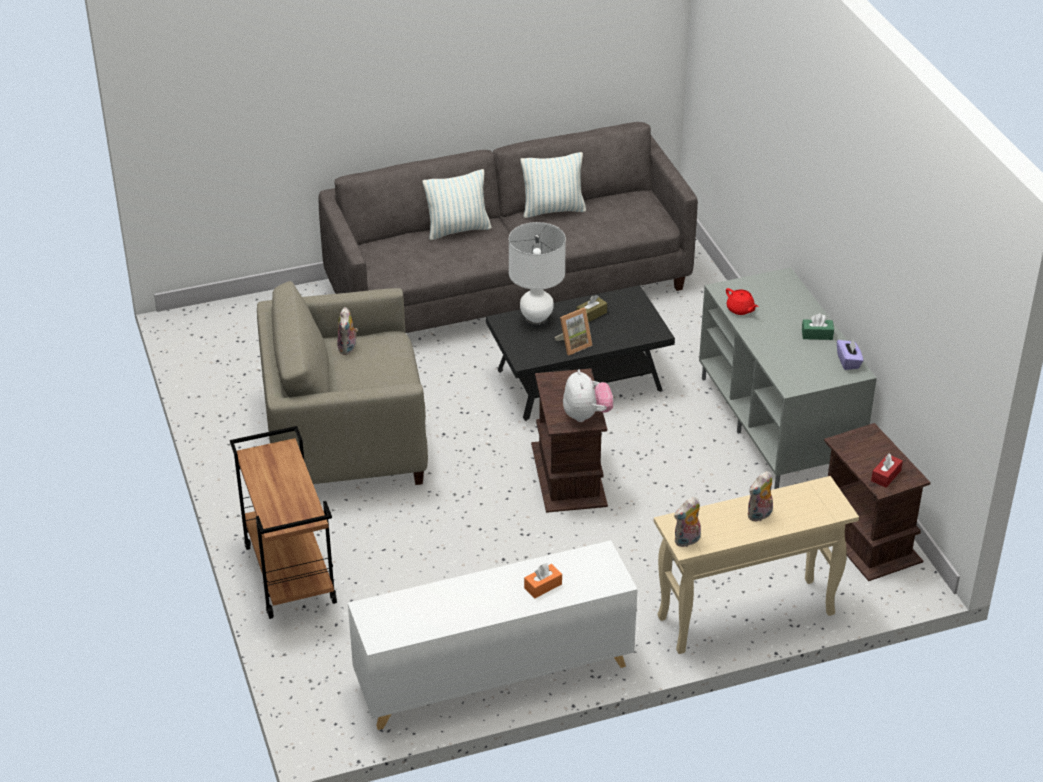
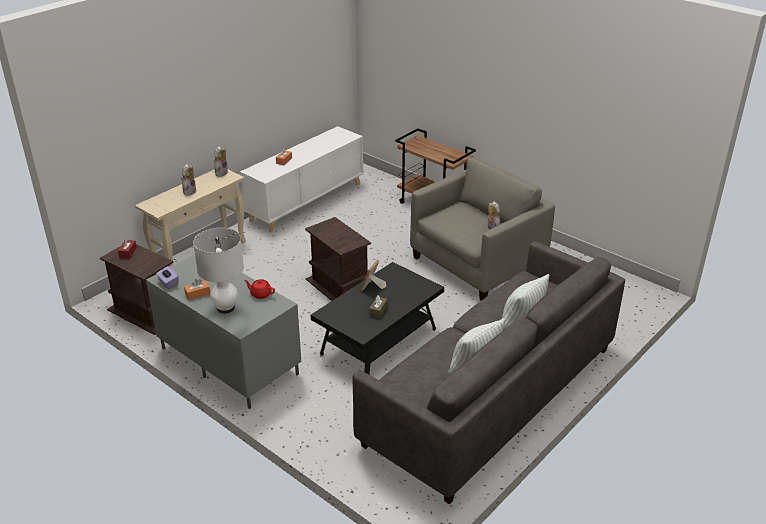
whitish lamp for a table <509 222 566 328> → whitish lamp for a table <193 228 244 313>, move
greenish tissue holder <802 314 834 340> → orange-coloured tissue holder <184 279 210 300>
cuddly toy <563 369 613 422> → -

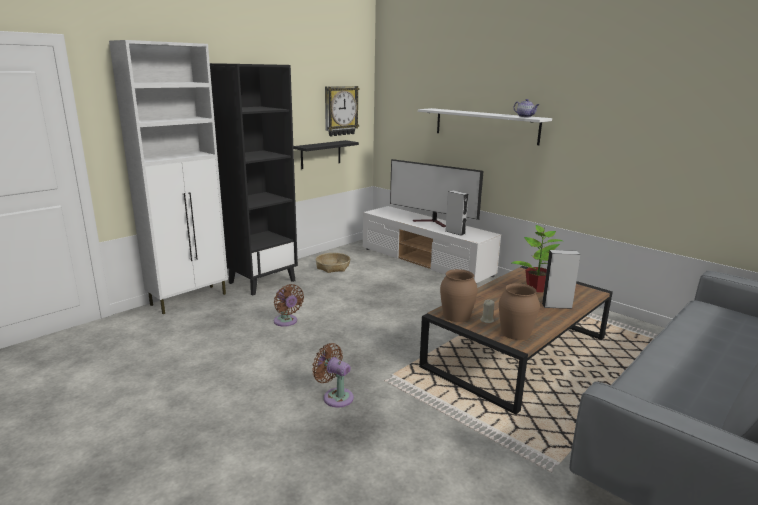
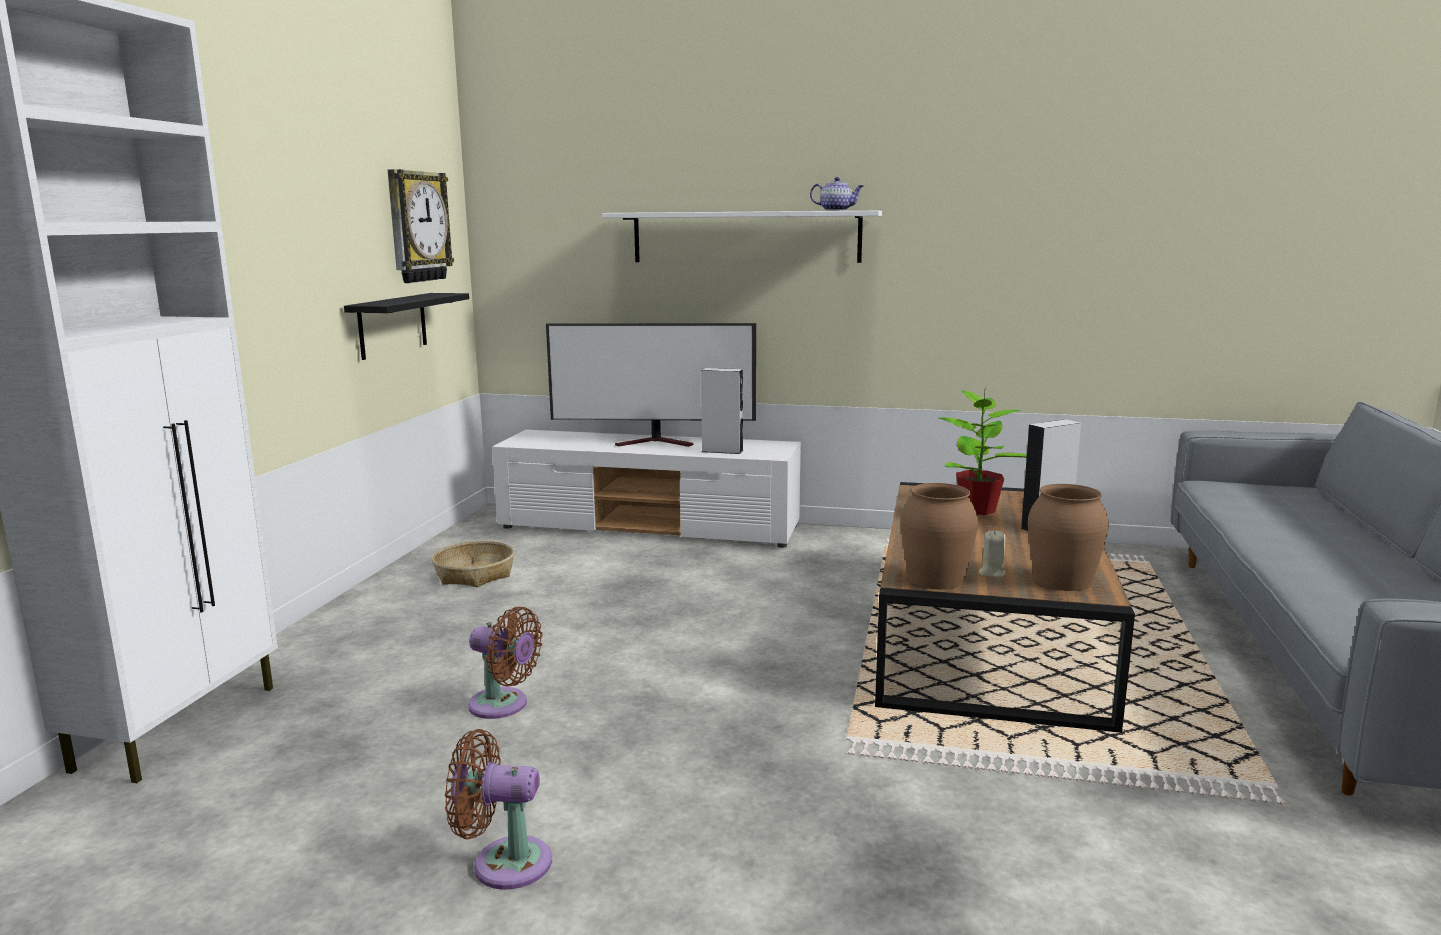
black shelving unit <210 63 298 295> → -
brown-coloured electric fan <312 343 354 408> → brown-coloured electric fan <445 729 552 890>, move

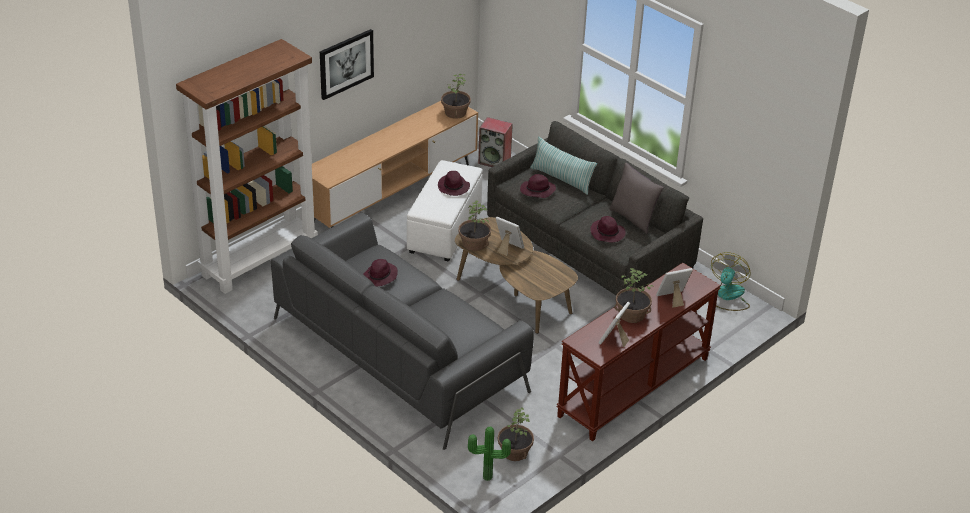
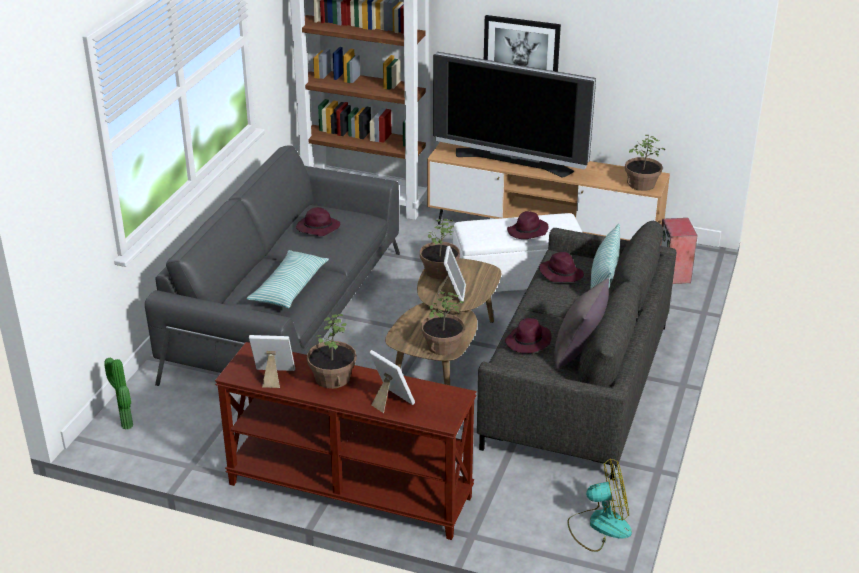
plant in a pot <498 408 534 461> → plant in a pot <421 292 465 355>, move
- → television <433 52 596 178>
- → throw pillow <246 250 329 308>

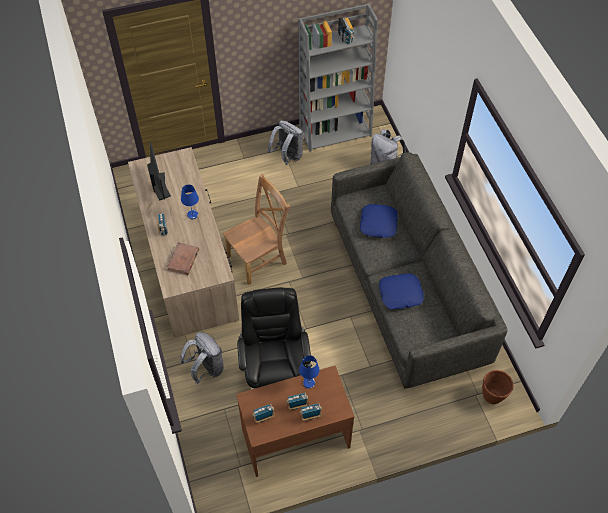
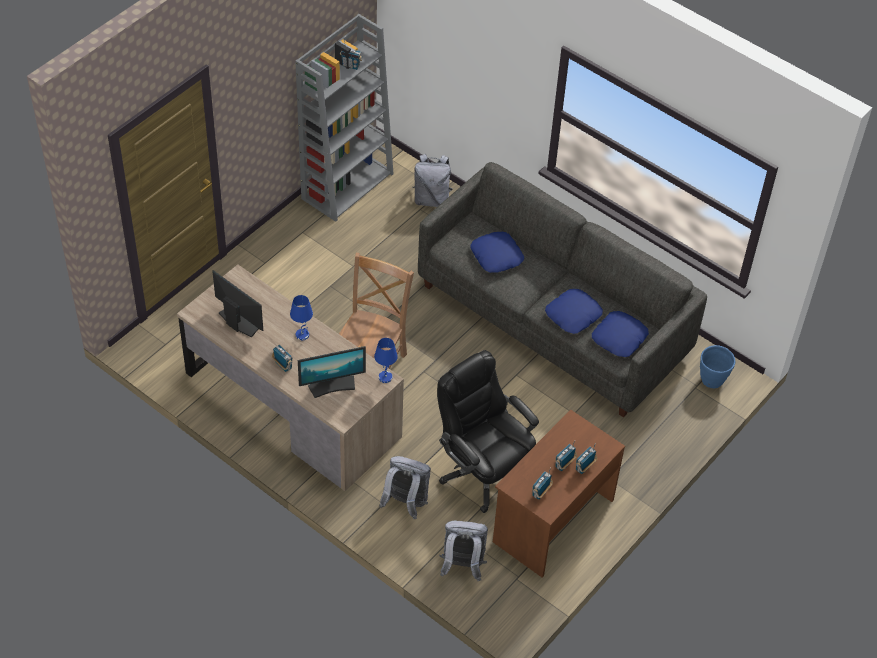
grey backpack <267 120 303 165> → grey backpack <439 520 488 581>, move
brown-coloured volume <167 242 199 275> → computer display <298 346 366 398>
bluish lamp for a table <299 355 320 388> → bluish lamp for a table <374 338 398 383>, move
brown-coloured planter <482 370 514 404> → bluish planter <700 345 735 388>
- → bluish throw pillow <592 311 649 357>

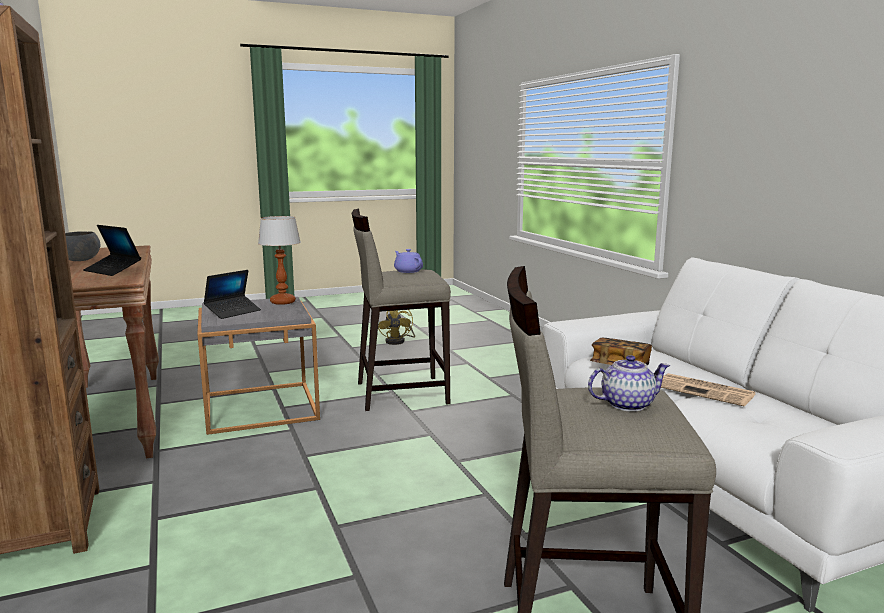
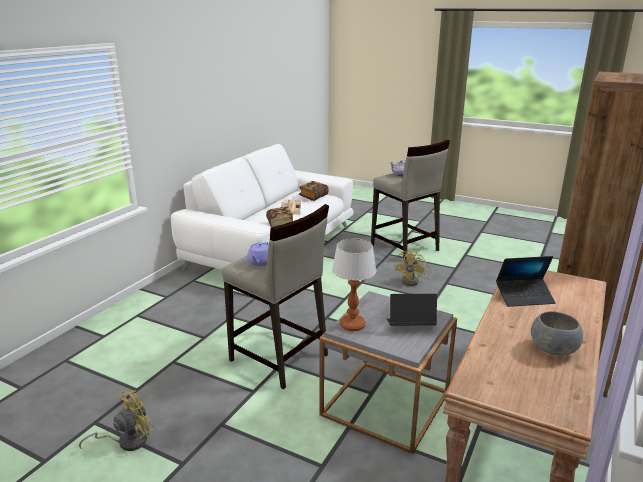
laptop <83 225 141 276> → laptop <496 256 556 307>, 90 degrees clockwise
- → volume <299 181 329 201>
- → yellow electric fan <395 249 431 286>

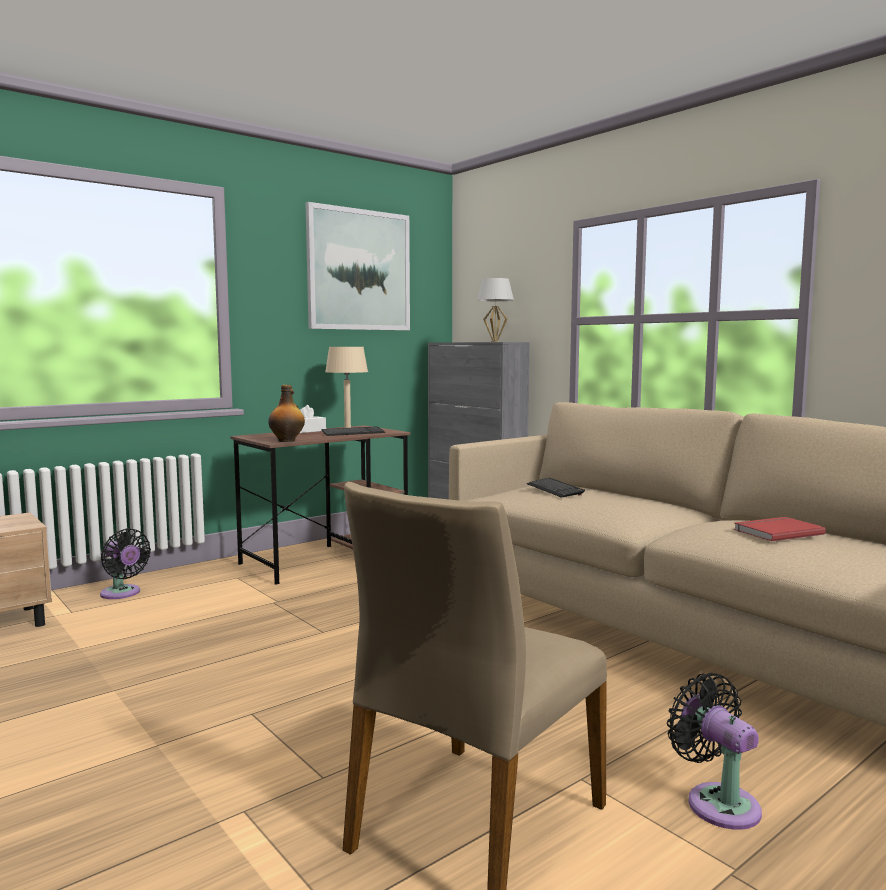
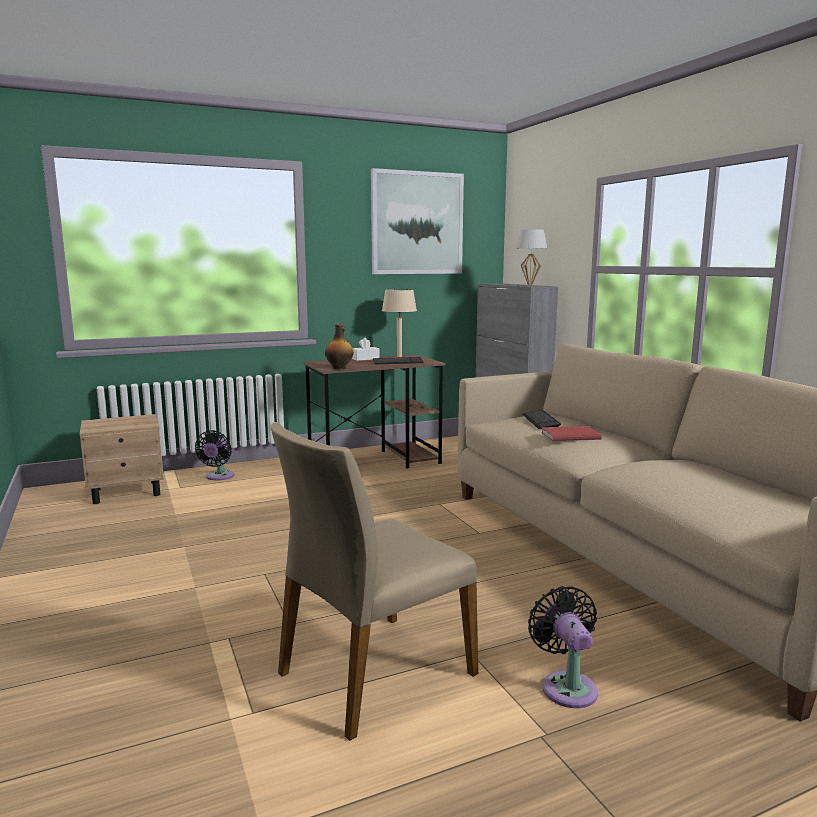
reddish volume <734 517 826 542> → reddish volume <541 426 602 441>, move
black electric fan <100 528 151 599> → black electric fan <195 430 234 480>, 45 degrees clockwise

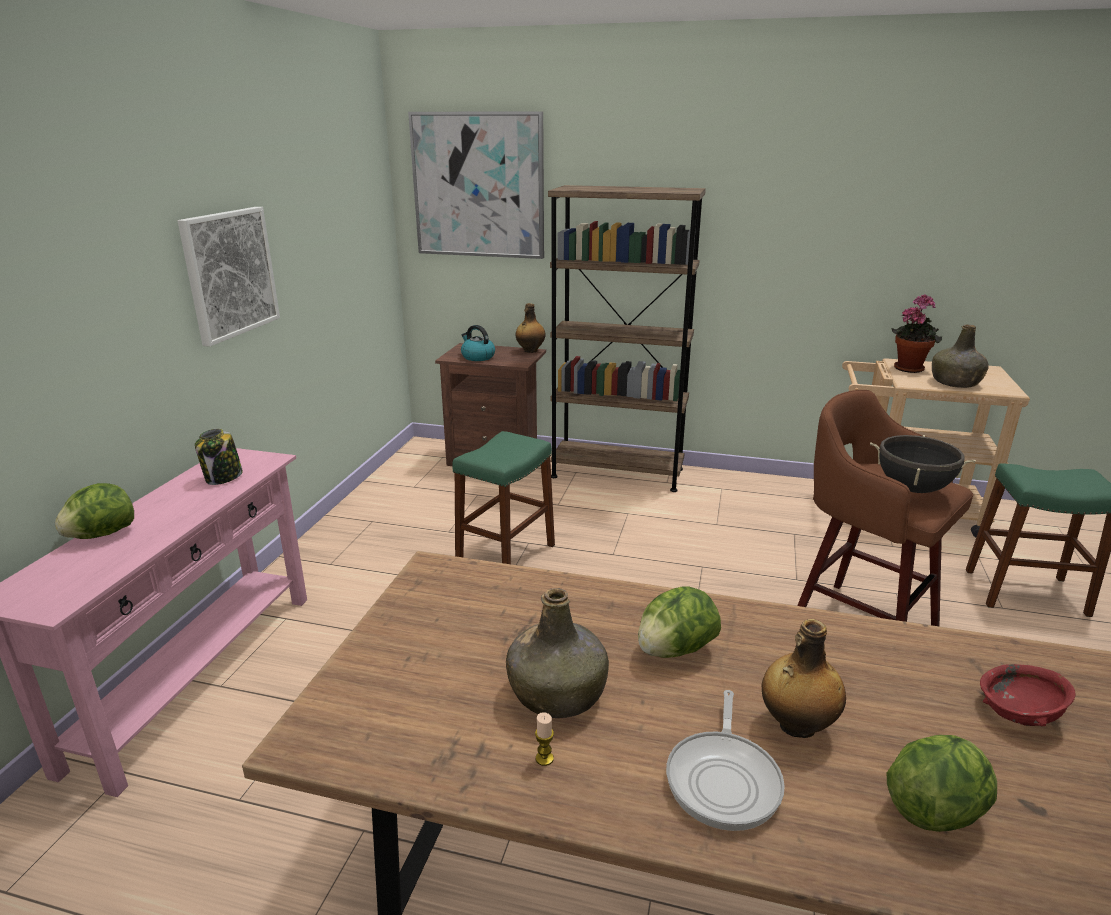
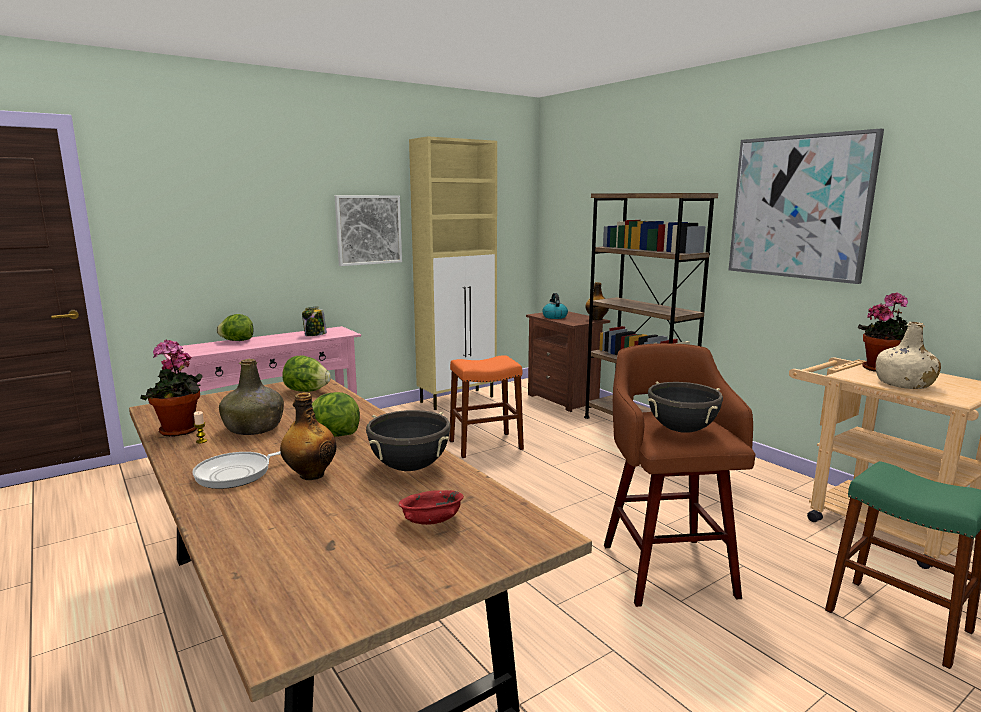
wall picture <408 111 544 259> → wall picture <729 129 884 284>, move
greenish bottle <932 325 989 388> → sand-coloured bottle <876 322 941 389>
greenish stool seat <452 431 555 564> → orange-coloured stool seat <449 355 524 458>
lettuce head <887 735 997 832> → lettuce head <283 356 331 392>, move
- → sand-coloured cupboard <409 136 497 410>
- → plant in a pot <141 340 203 437>
- → black saucepot <366 410 451 471>

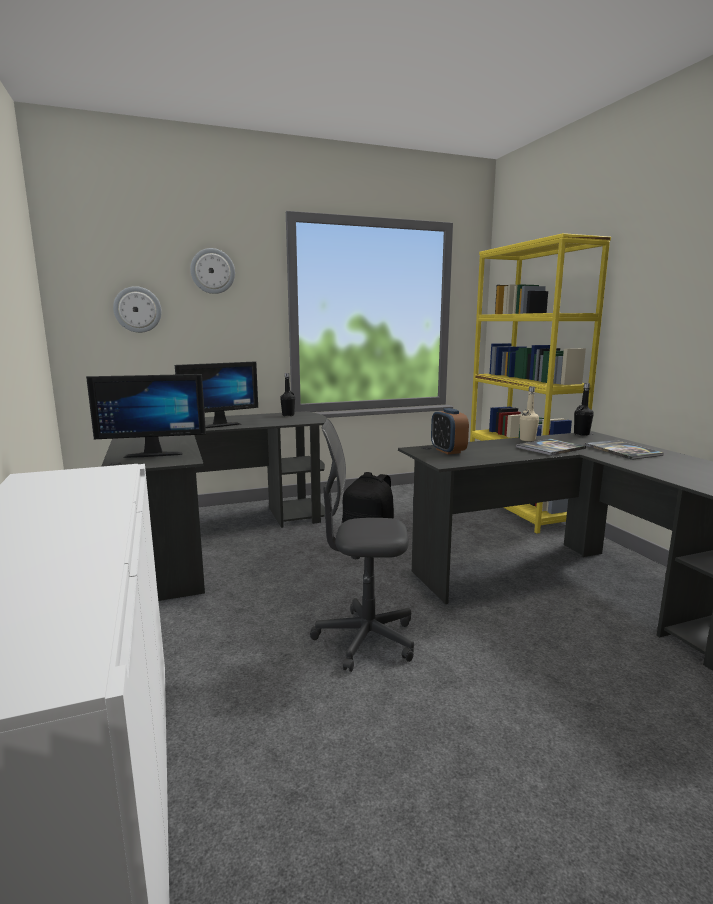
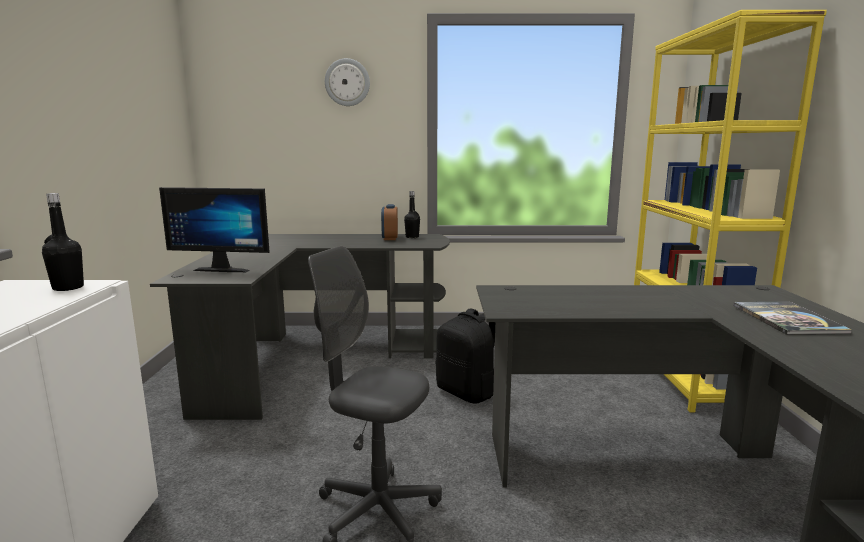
wall clock <113 286 162 333> → -
computer display <175 361 258 428> → -
black bottle <574 383 594 436> → black bottle <42 193 84 291>, move
sand-coloured bottle <520 387 539 441> → -
alarm clock <431 408 469 455> → alarm clock <381 204 398 240>, move
volume <516 439 586 456> → -

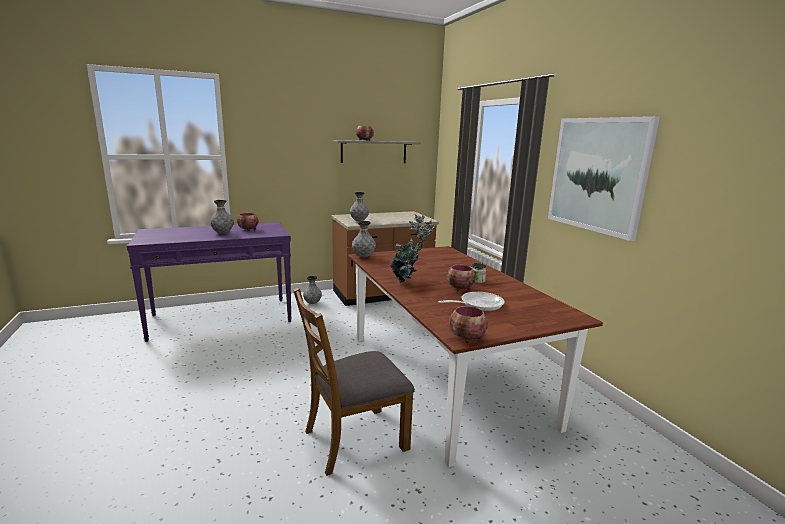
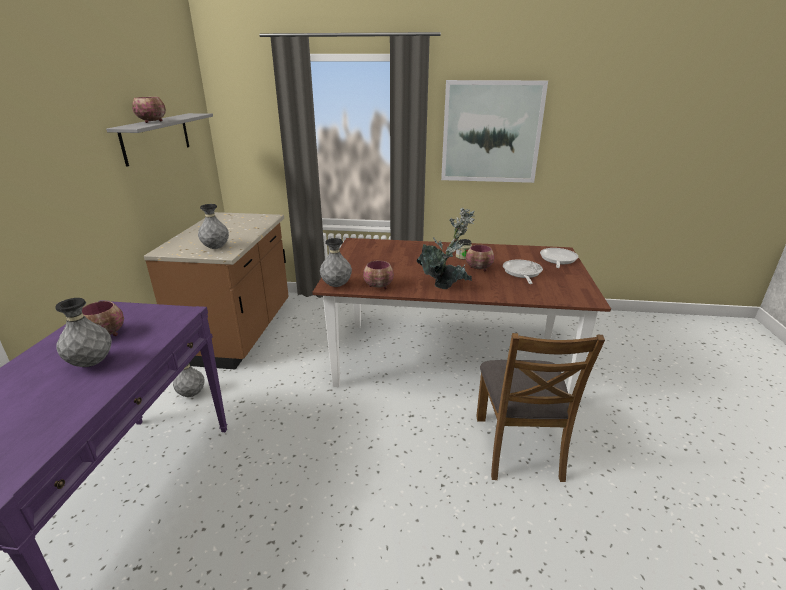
deep dish <449 306 488 343> → deep dish <363 260 394 289>, move
- → skillet <540 248 578 268>

